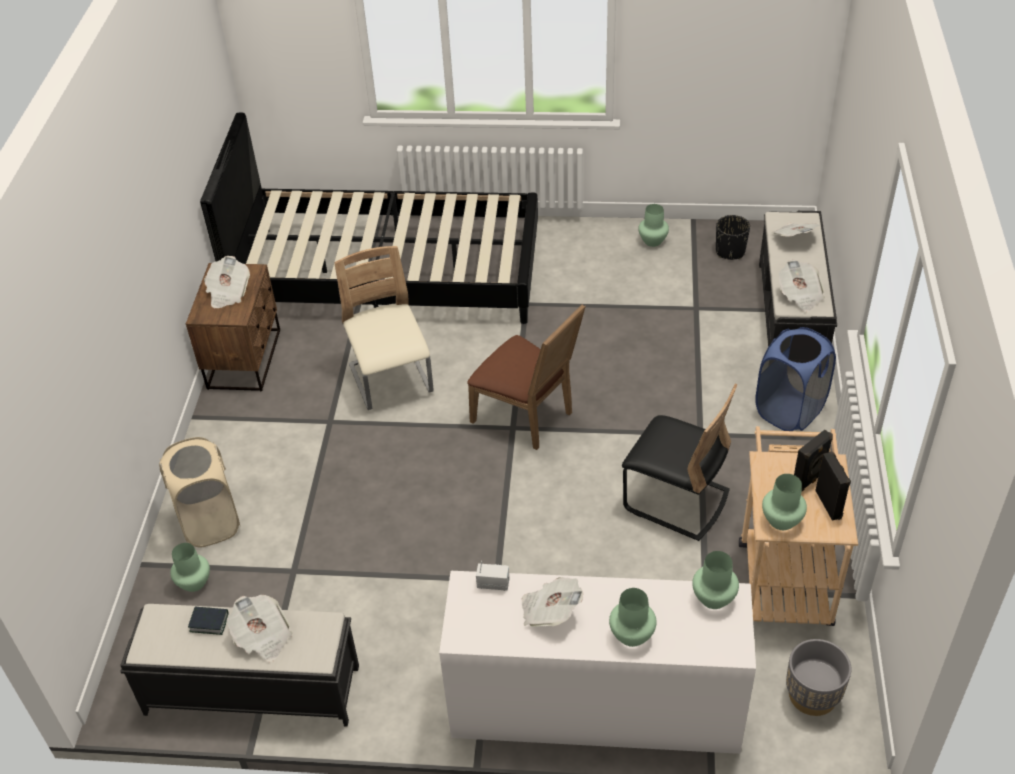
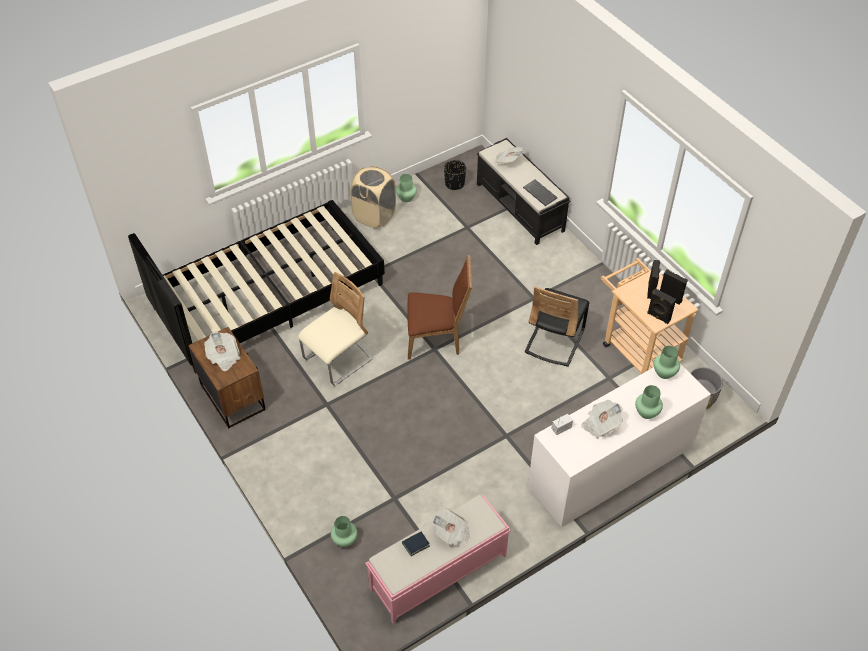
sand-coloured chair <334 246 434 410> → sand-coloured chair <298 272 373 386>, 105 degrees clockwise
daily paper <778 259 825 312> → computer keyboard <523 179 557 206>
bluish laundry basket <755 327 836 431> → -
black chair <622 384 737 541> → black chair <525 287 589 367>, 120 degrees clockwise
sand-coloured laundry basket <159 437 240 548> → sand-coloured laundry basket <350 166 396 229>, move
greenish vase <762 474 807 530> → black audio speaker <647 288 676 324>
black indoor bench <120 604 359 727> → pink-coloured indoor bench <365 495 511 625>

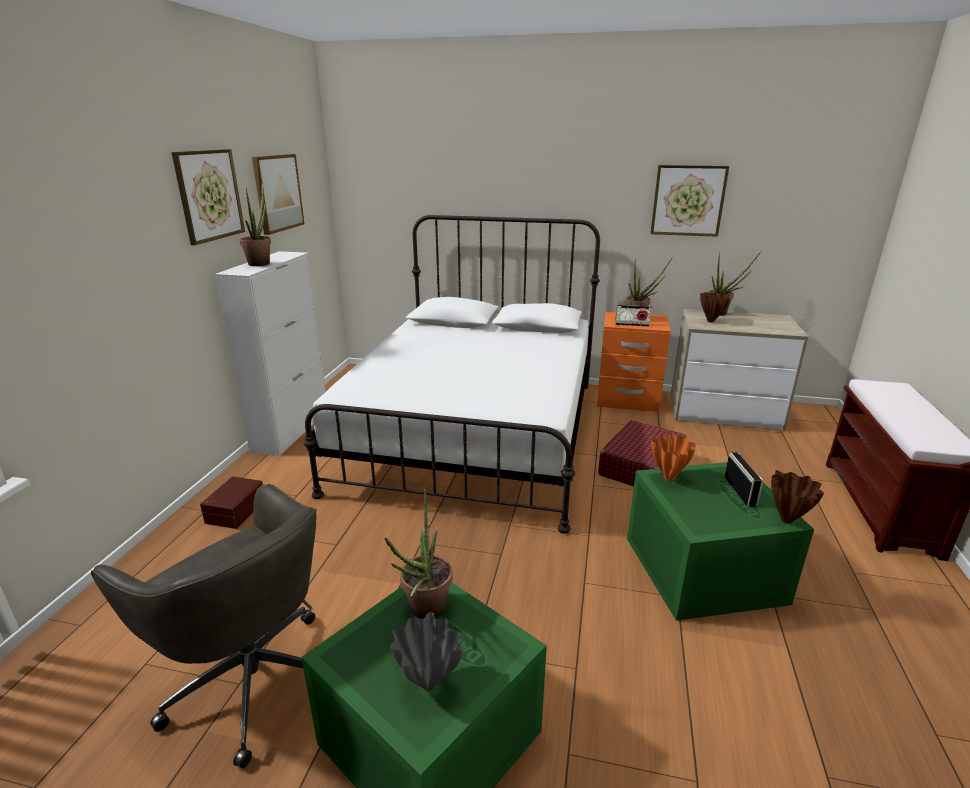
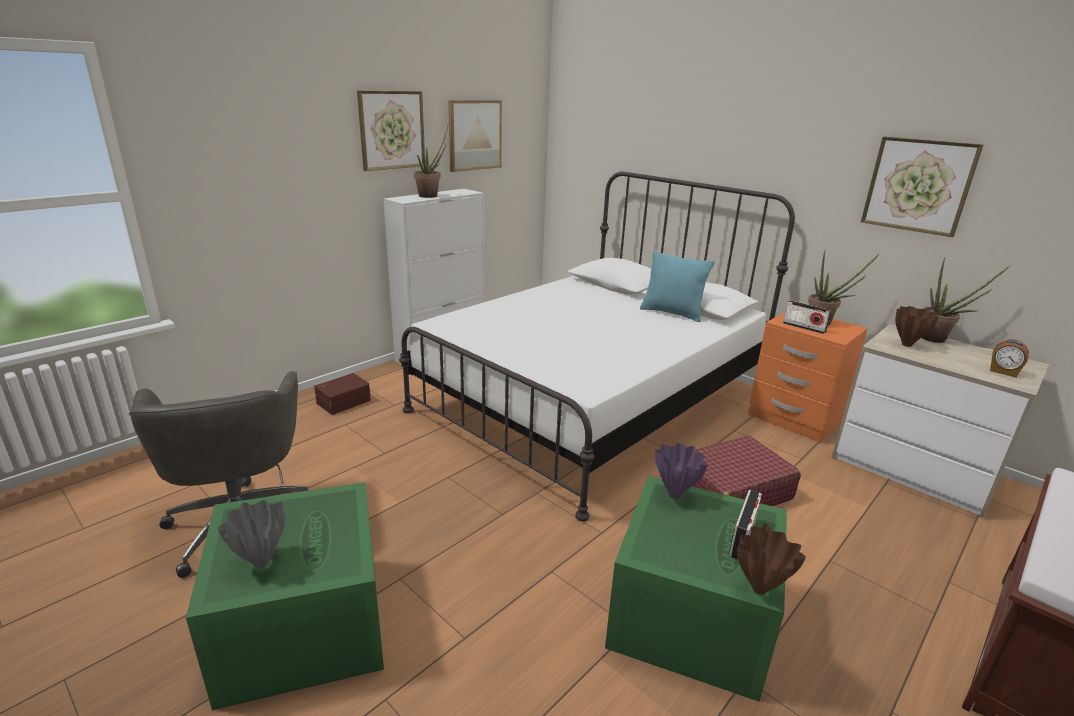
orange-coloured vase <651 434 696 481> → purple-coloured vase <655 443 708 499>
plant in a pot <384 488 453 619> → -
- → blue-green throw pillow <640 251 715 322>
- → alarm clock <990 339 1029 377>

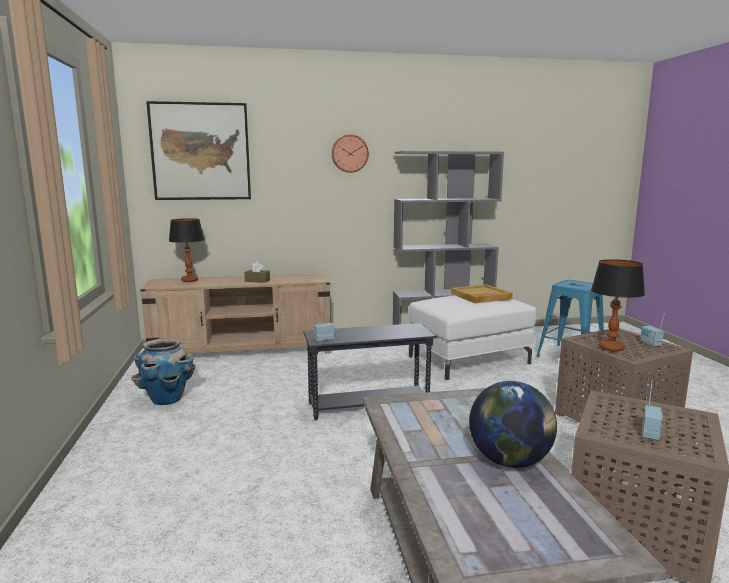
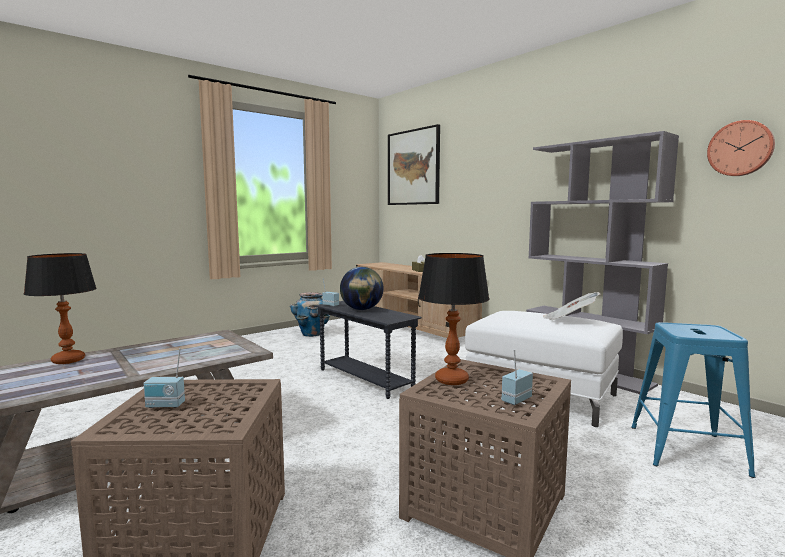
wall clock <332 134 369 173> → wall clock <707 120 775 176>, move
lamp for a table <169 218 204 282> → lamp for a table <24 253 97 364>, move
sand-coloured carrying tray <451 284 513 303> → daily paper <543 292 600 320>
desk globe <469 381 557 468> → desk globe <340 267 384 310>, move

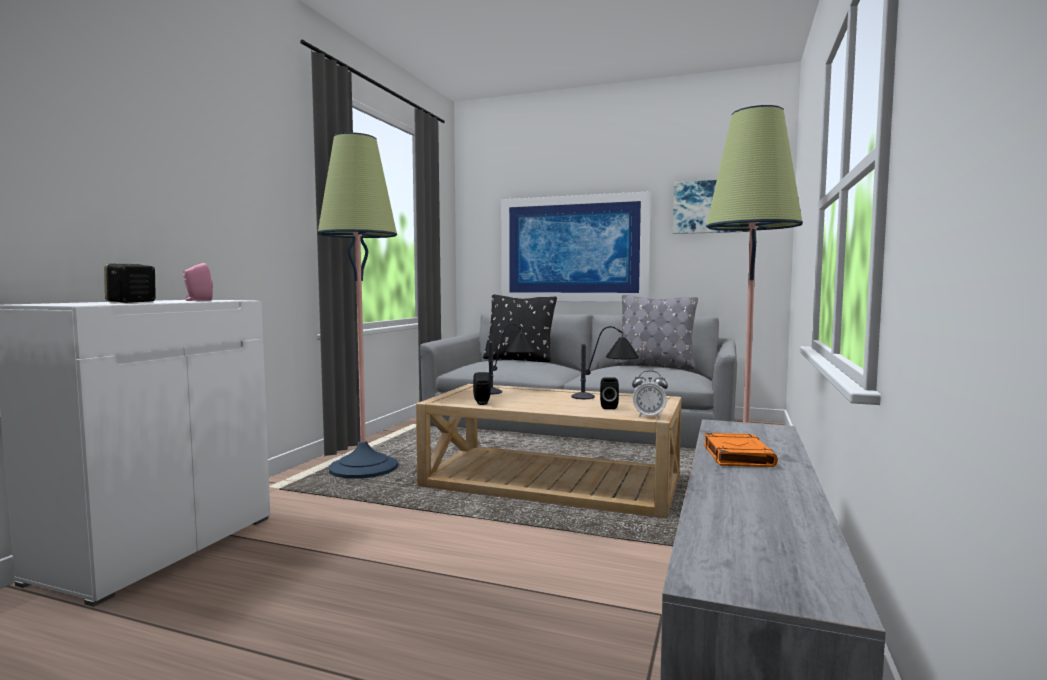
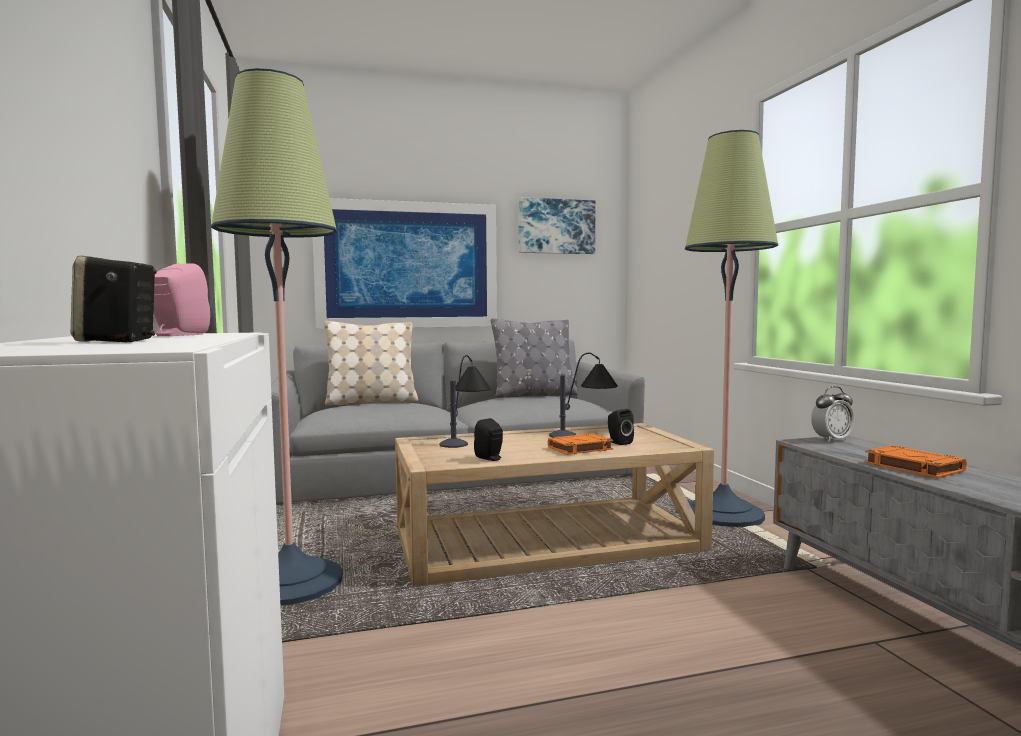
black throw pillow <483 294 557 362> → sand-coloured throw pillow <324 321 418 405>
alarm clock <632 371 668 418> → alarm clock <811 386 854 442>, move
- → orange-coloured volume <548 433 613 455>

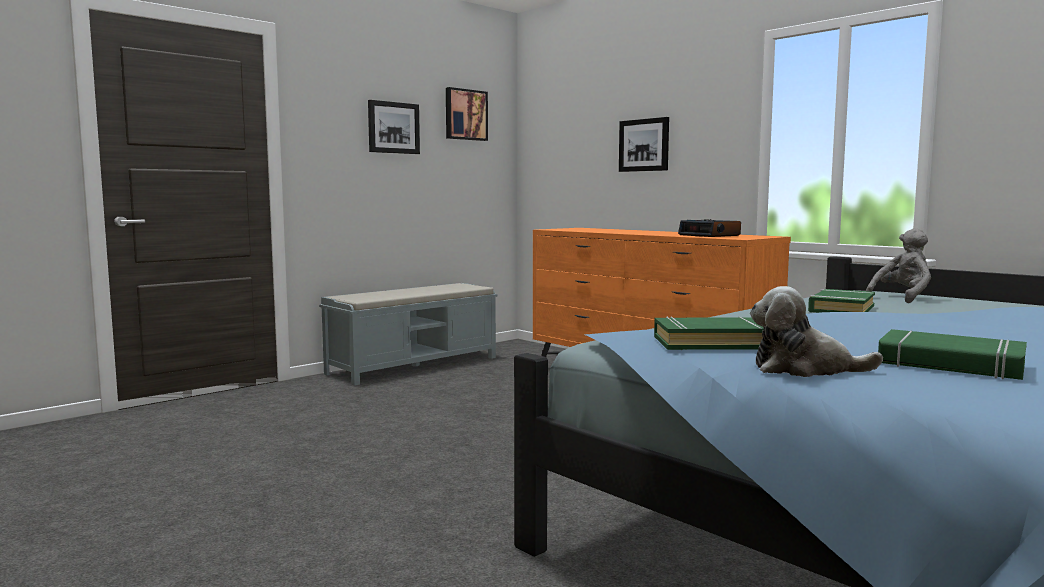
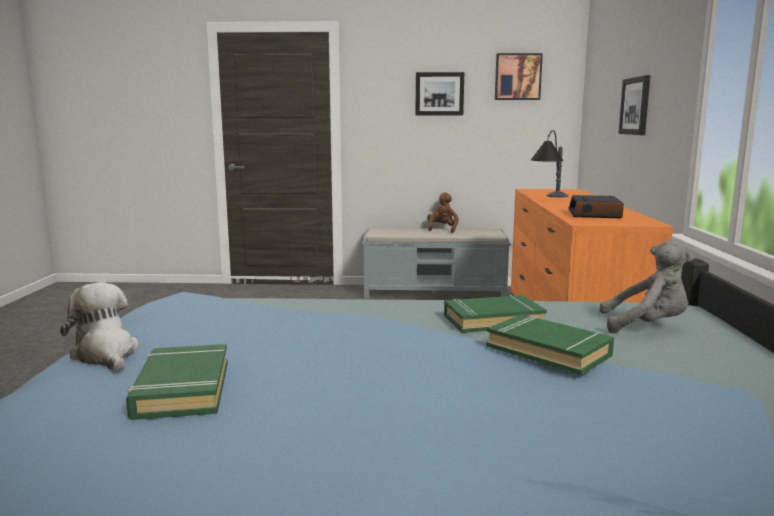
greenish volume <654 316 764 350> → greenish volume <486 314 614 375>, move
- → lamp for a table <531 130 569 197>
- → brown-coloured cuddly toy <427 192 458 233>

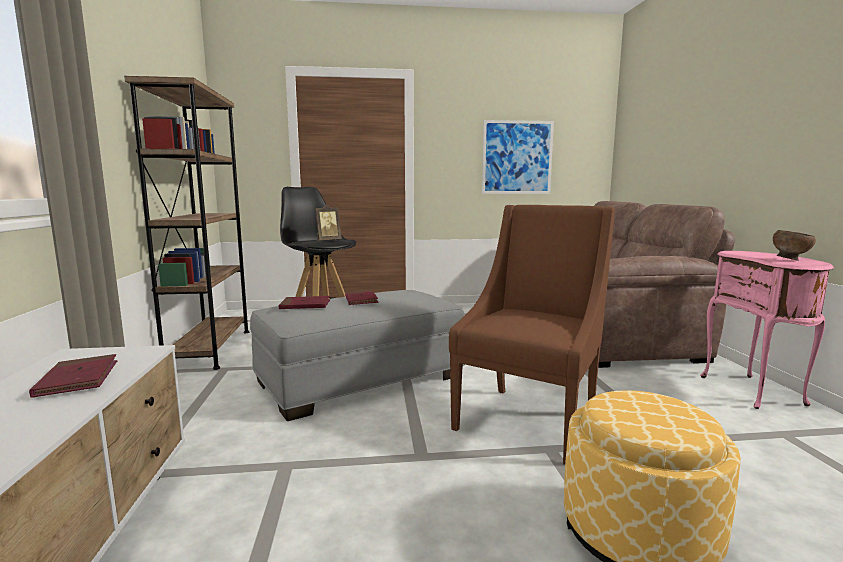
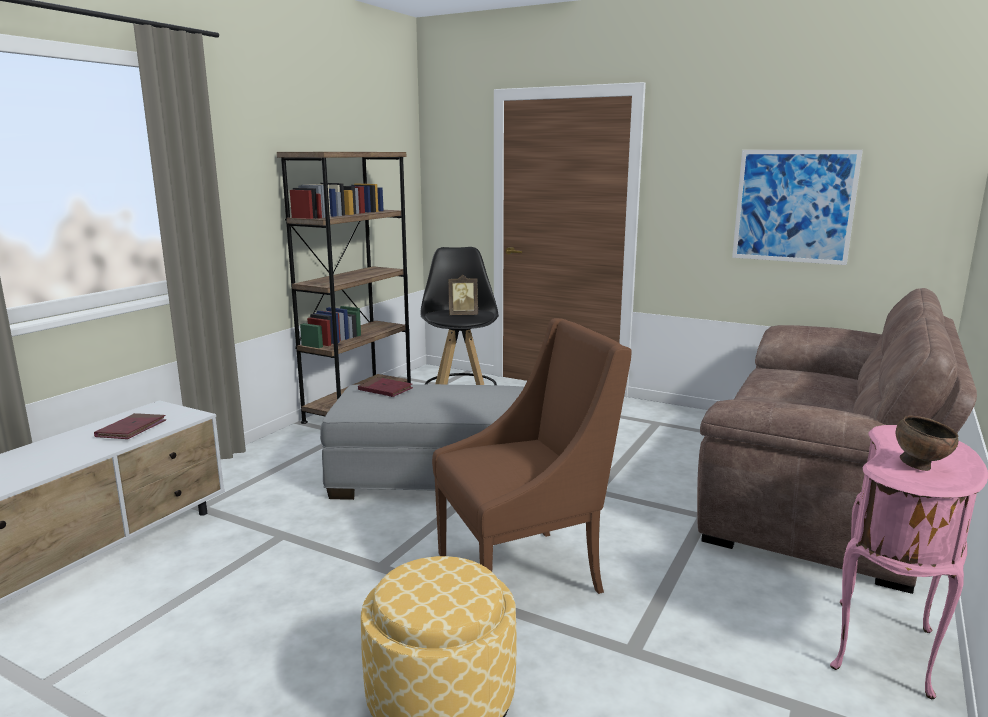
reddish volume <345 290 378 305> → -

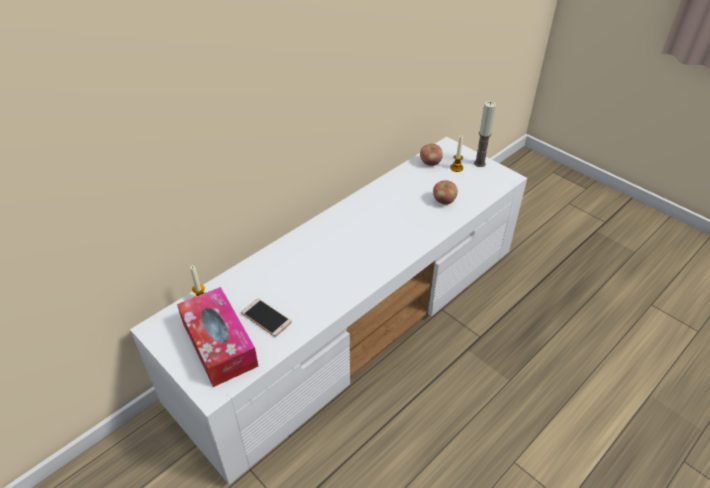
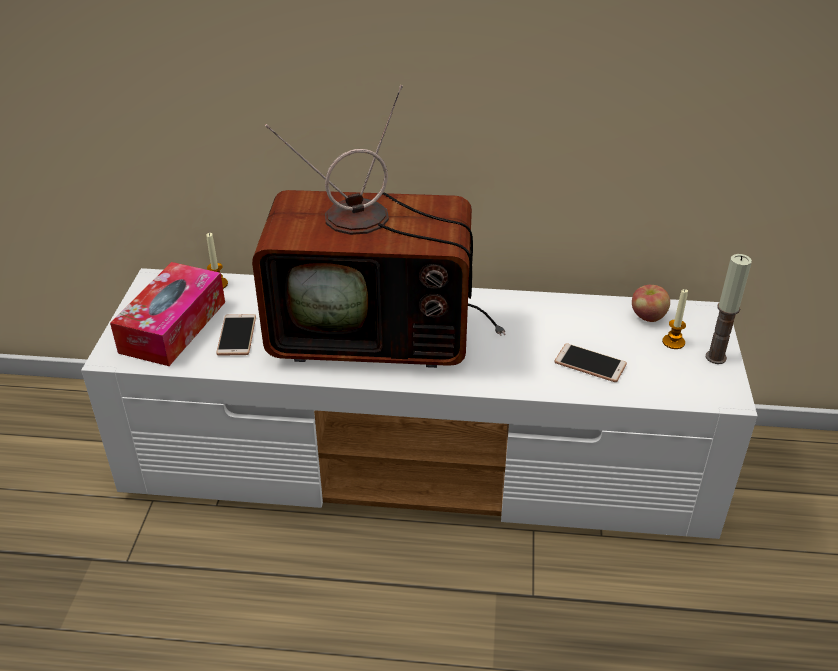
whole apple <433 180 458 205> → phone <554 343 627 382>
- → television <252 85 506 368>

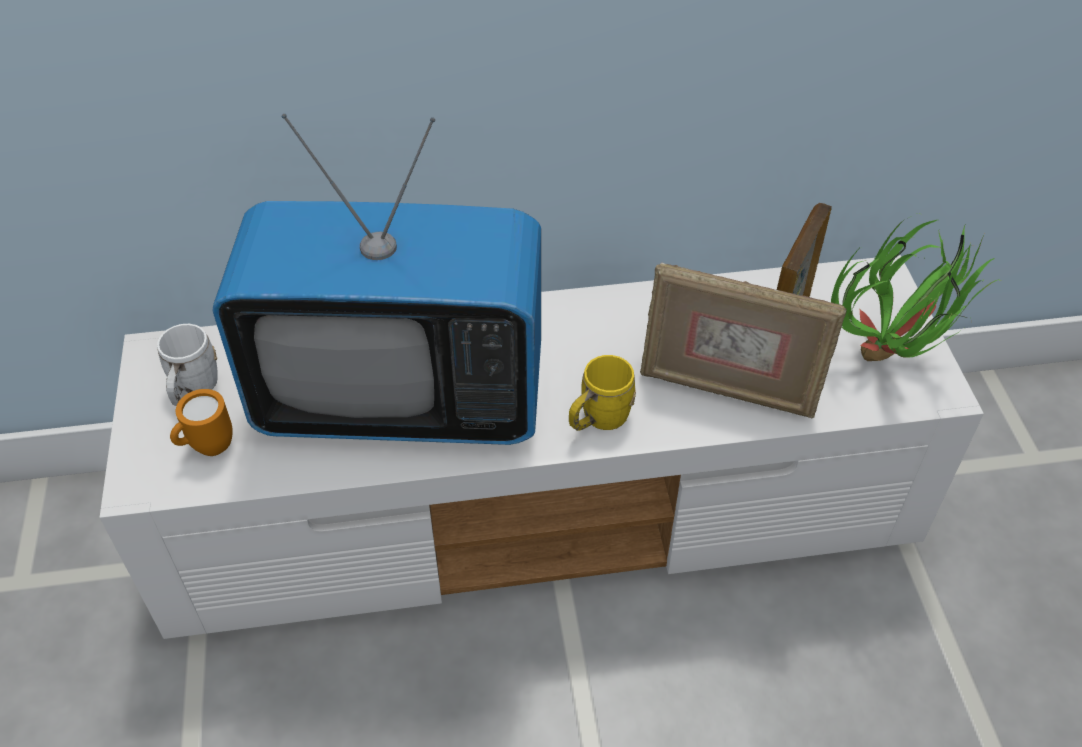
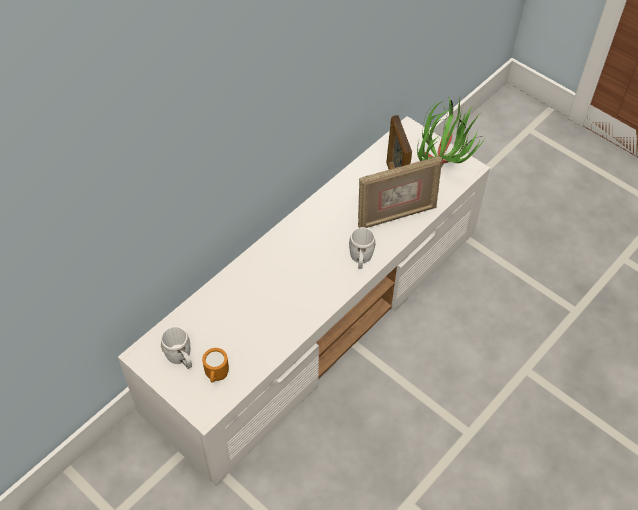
television <213 114 541 445> → -
yellow coffee mug <569 355 636 431> → whitish coffee mug <349 227 376 269>

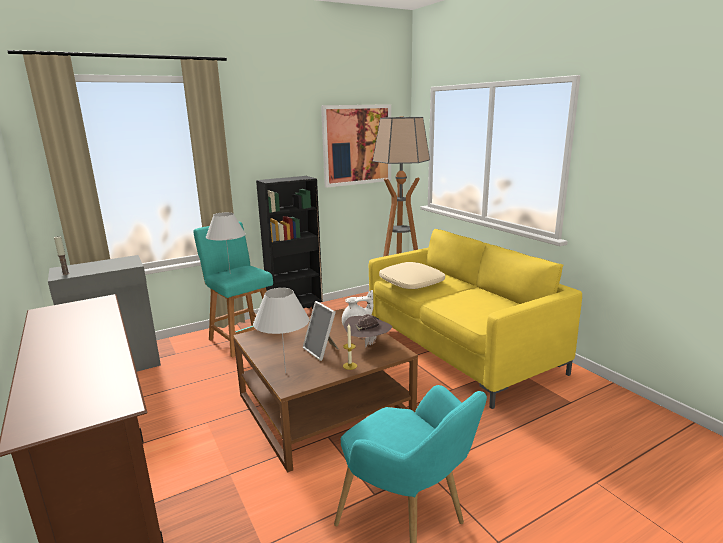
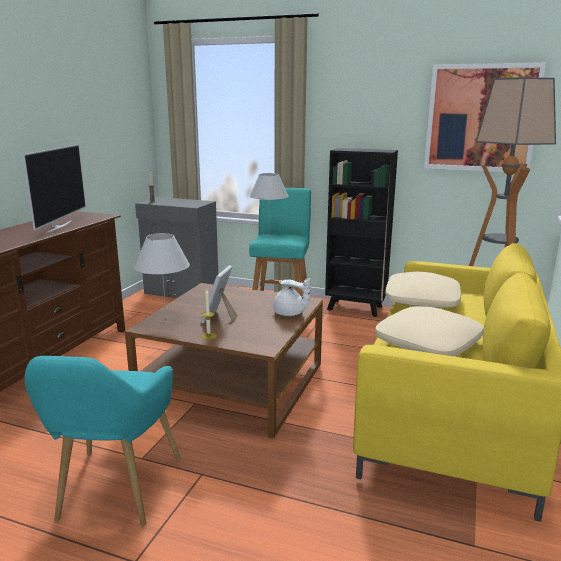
brown-coloured hat <344 314 392 348> → -
- → television <23 144 86 234>
- → sand-coloured throw pillow <375 306 484 356>

